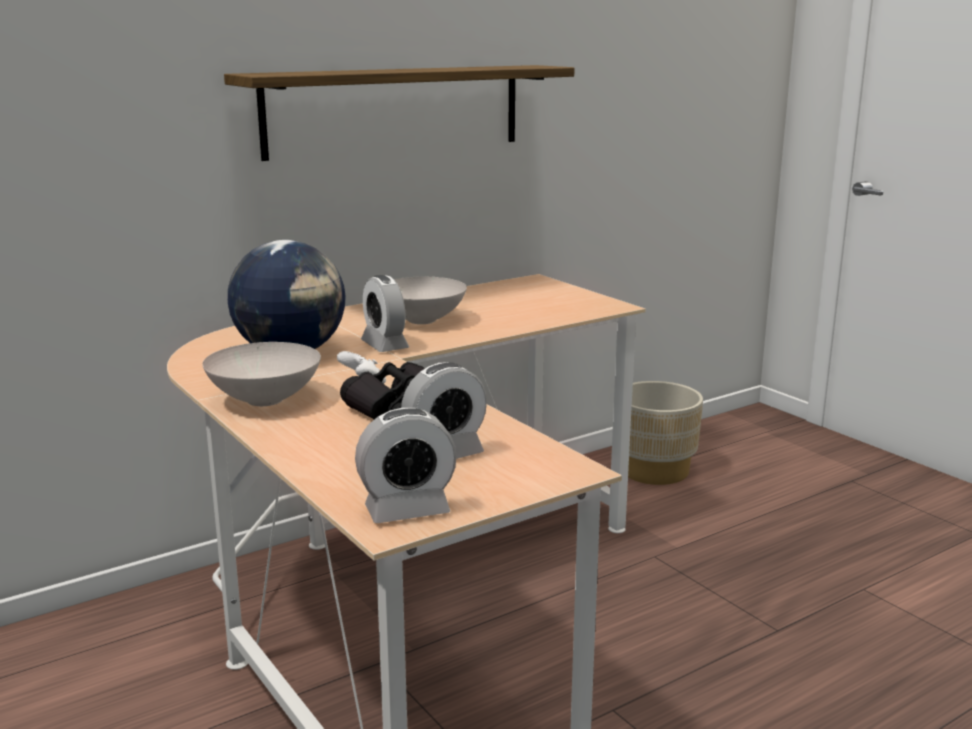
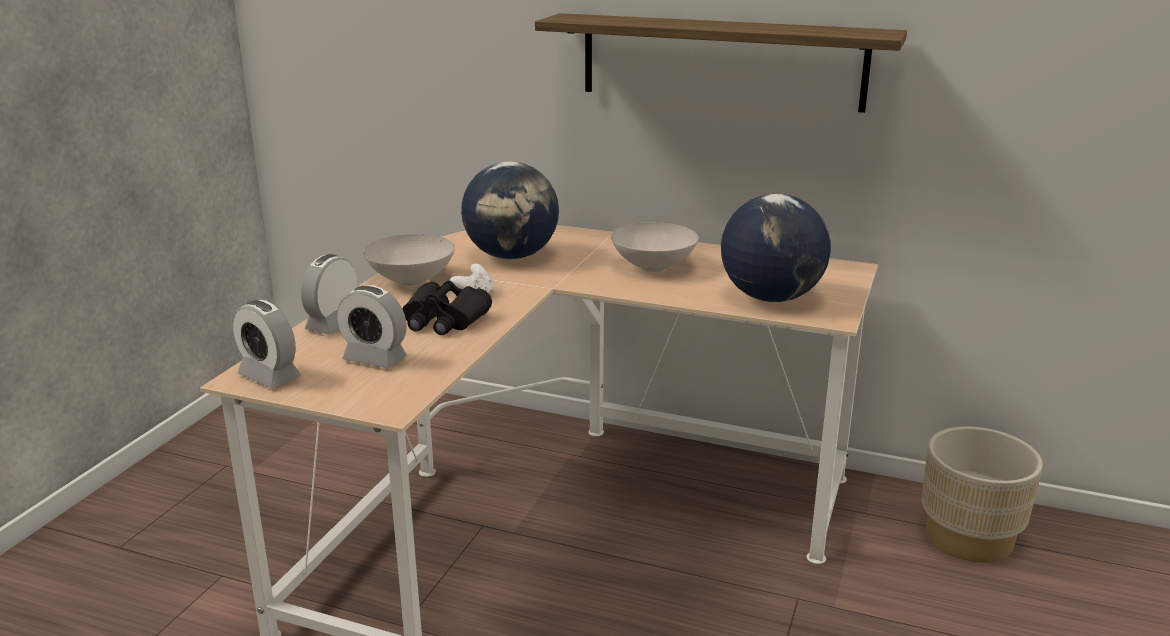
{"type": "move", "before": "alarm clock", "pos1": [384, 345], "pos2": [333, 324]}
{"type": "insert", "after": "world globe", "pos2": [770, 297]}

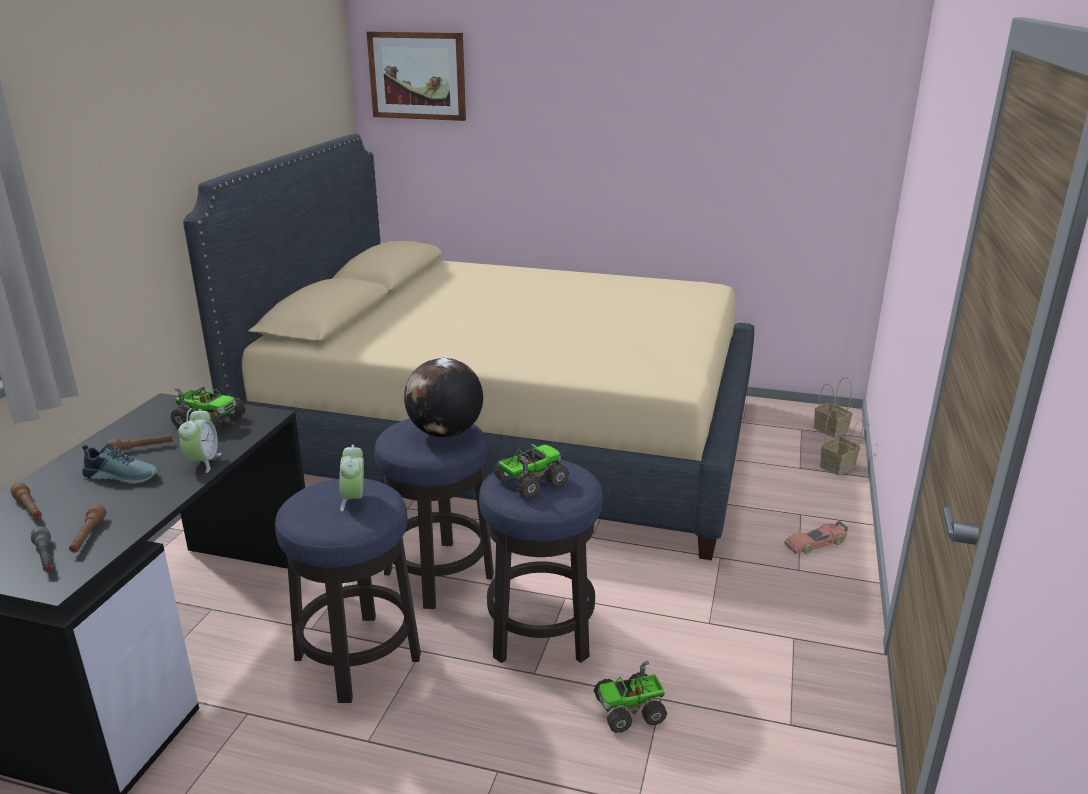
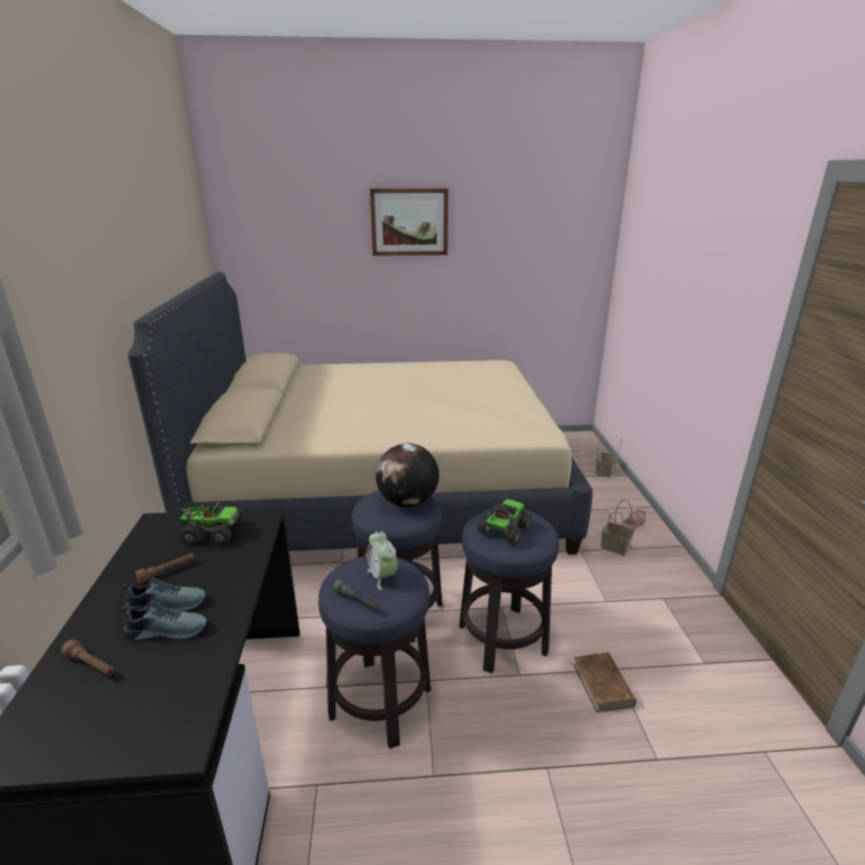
{"type": "move", "before": "wall picture", "pos1": [417, 75], "pos2": [409, 222]}
{"type": "move", "before": "basket", "pos1": [829, 429], "pos2": [614, 546]}
{"type": "delete", "before": "alarm clock", "pos1": [203, 462]}
{"type": "delete", "before": "brown-coloured torch", "pos1": [88, 536]}
{"type": "move", "before": "greyish torch", "pos1": [46, 557], "pos2": [356, 601]}
{"type": "replace", "before": "toy lorry", "after": "brown-coloured book", "pos1": [630, 710], "pos2": [603, 684]}
{"type": "insert", "after": "low shoe", "pos2": [167, 629]}

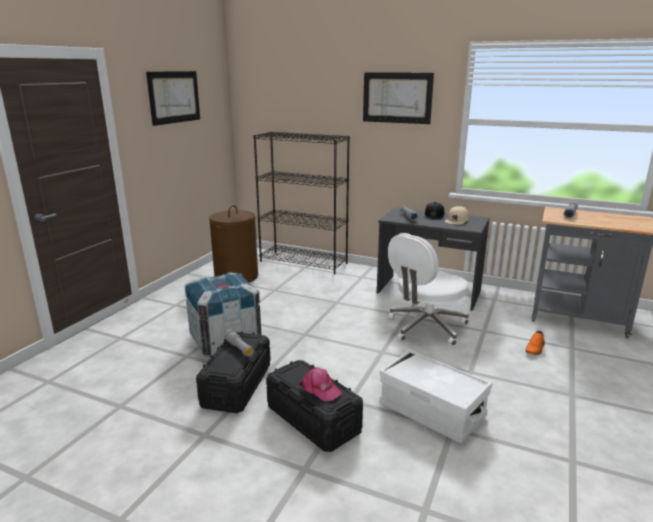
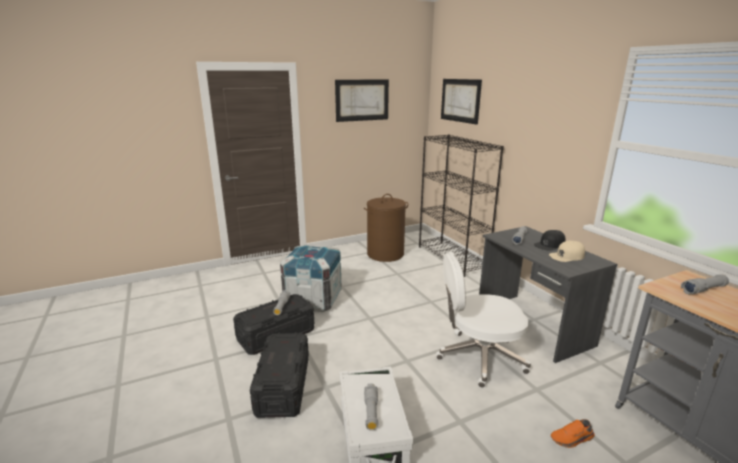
{"type": "move", "before": "wall picture", "pos1": [397, 98], "pos2": [460, 100]}
{"type": "delete", "before": "pinkish baseball cap", "pos1": [320, 389]}
{"type": "insert", "after": "greyish torch", "pos2": [371, 411]}

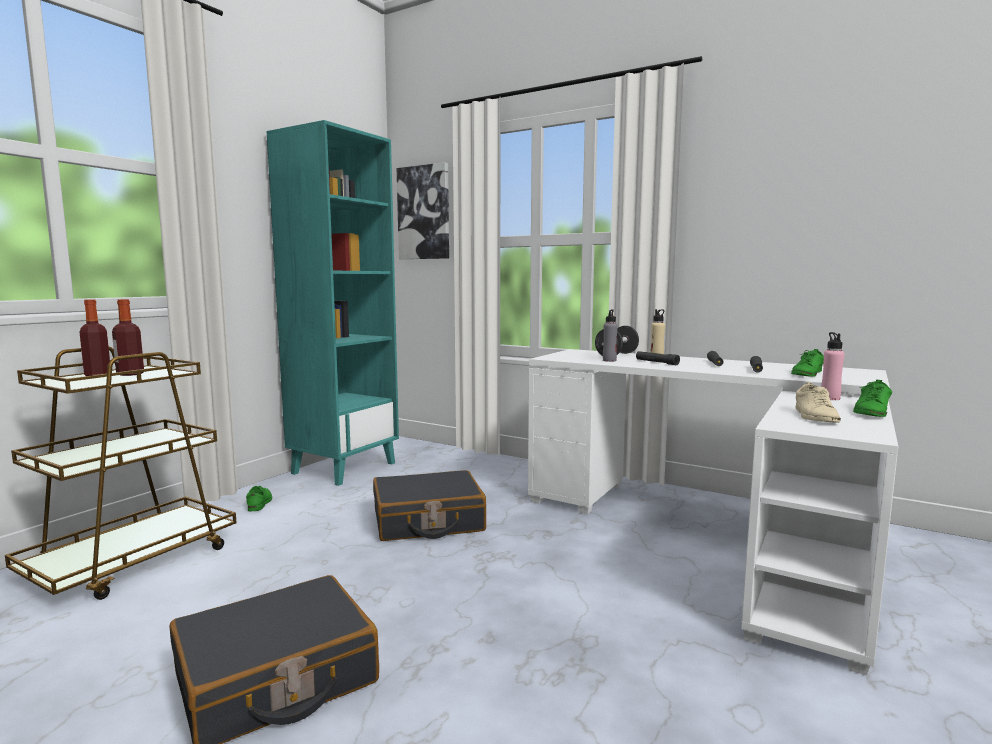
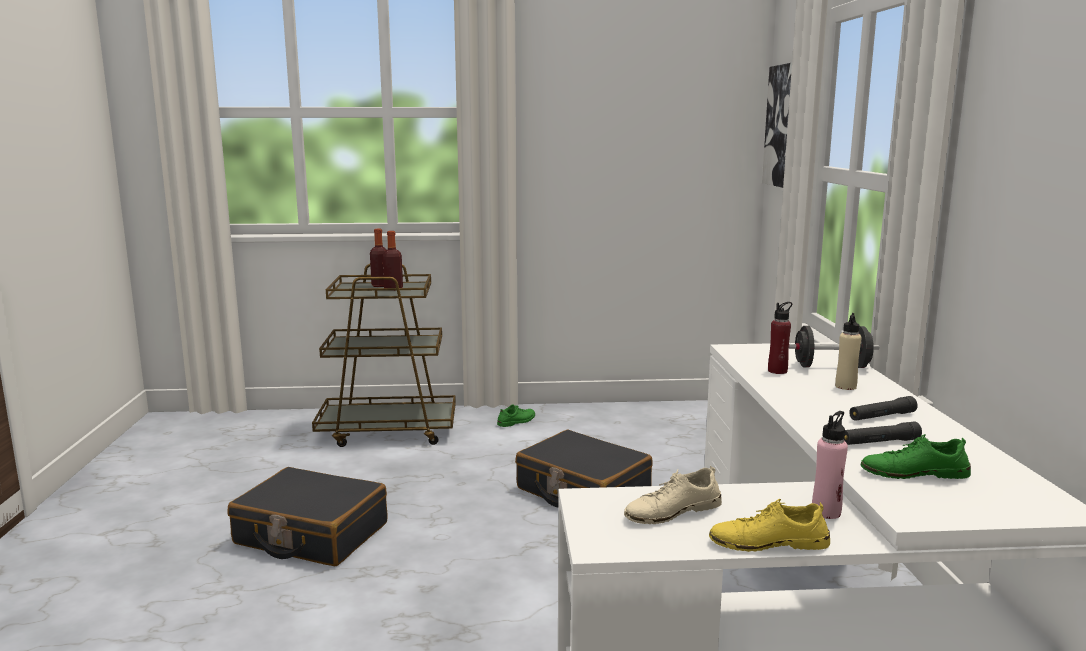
{"type": "delete", "before": "turquoise bookshelf", "pos1": [344, 468]}
{"type": "recolor", "before": "greyish drink bottle", "after": "reddish drink bottle", "pos1": [609, 360], "pos2": [777, 371]}
{"type": "delete", "before": "blackish torch", "pos1": [656, 362]}
{"type": "recolor", "before": "greenish low shoe", "after": "yellow-coloured low shoe", "pos1": [872, 412], "pos2": [768, 542]}

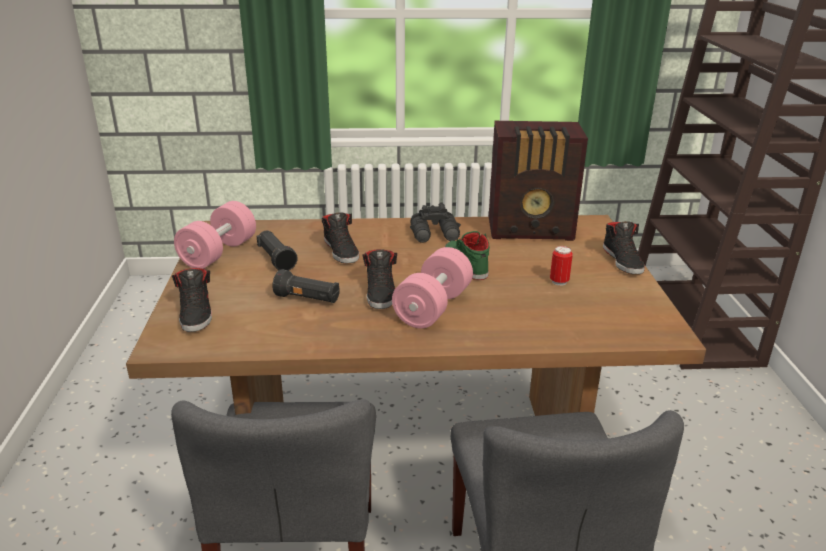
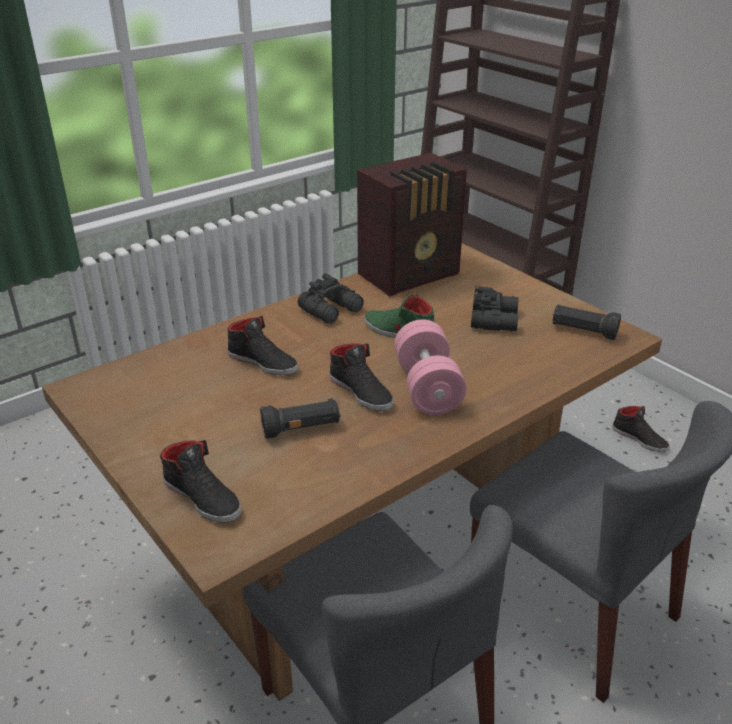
{"type": "delete", "before": "pinkish hand weight", "pos1": [219, 253]}
{"type": "move", "before": "blackish low shoe", "pos1": [623, 260], "pos2": [640, 438]}
{"type": "move", "before": "blackish torch", "pos1": [276, 259], "pos2": [583, 331]}
{"type": "replace", "before": "metal can", "after": "blackish pair of binoculars", "pos1": [559, 281], "pos2": [495, 319]}

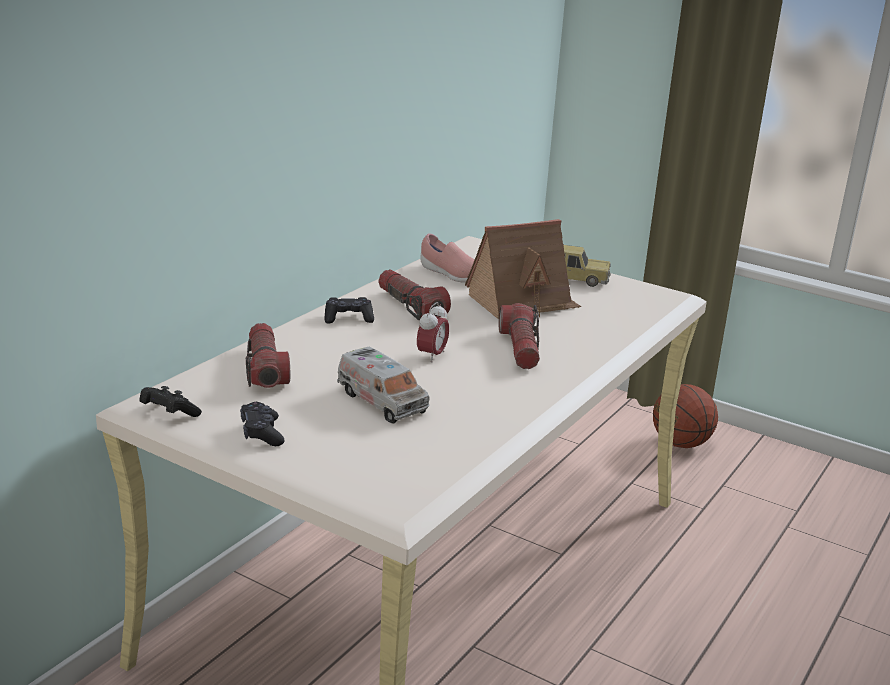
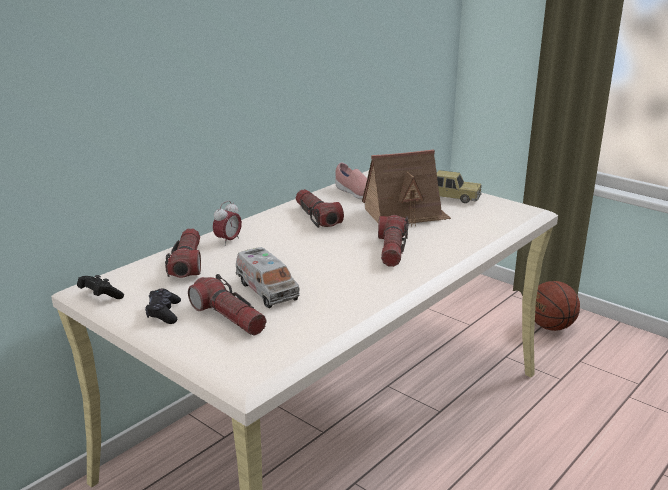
{"type": "delete", "before": "blackish gamepad", "pos1": [348, 318]}
{"type": "move", "before": "alarm clock", "pos1": [431, 356], "pos2": [228, 241]}
{"type": "insert", "after": "torch", "pos2": [228, 317]}

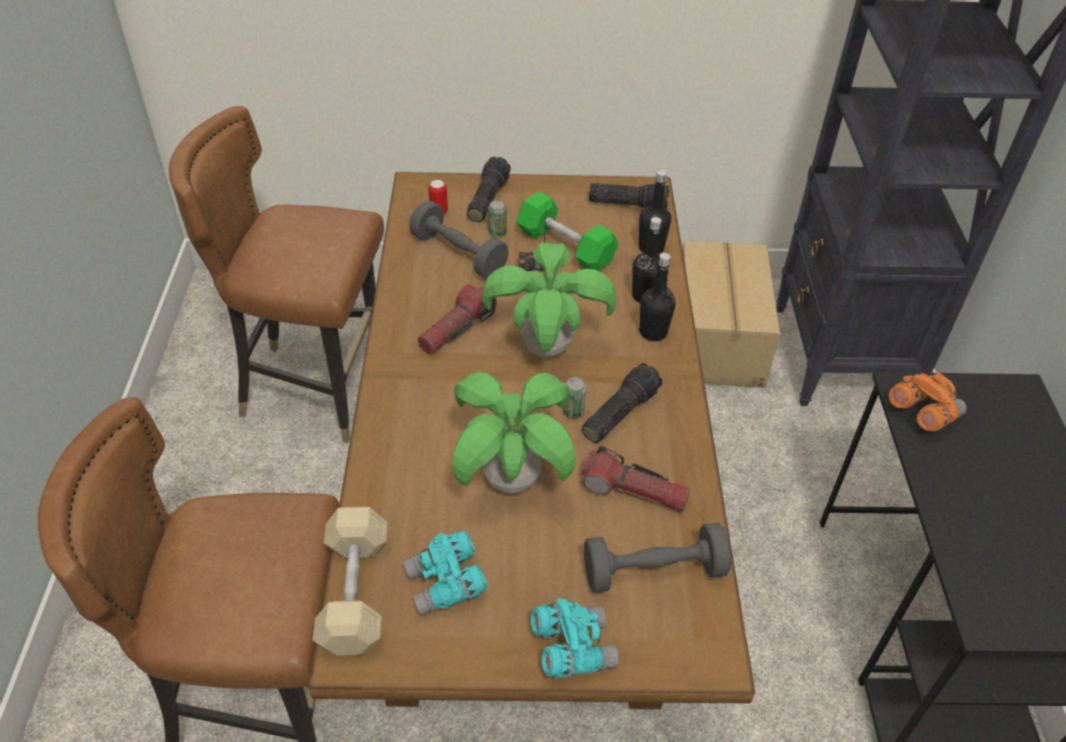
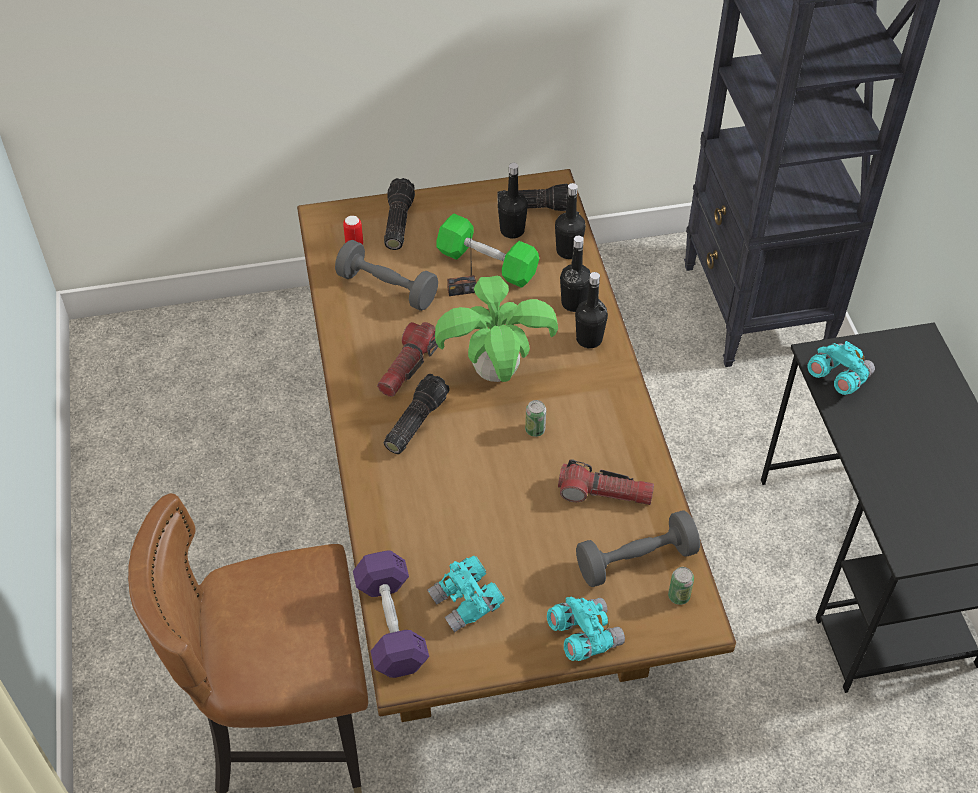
{"type": "delete", "before": "brown-coloured plain chair", "pos1": [315, 388]}
{"type": "move", "before": "metal can", "pos1": [497, 233], "pos2": [678, 596]}
{"type": "delete", "before": "carton", "pos1": [719, 338]}
{"type": "move", "before": "torch", "pos1": [619, 412], "pos2": [415, 421]}
{"type": "delete", "before": "potted plant", "pos1": [511, 481]}
{"type": "recolor", "before": "orangey pair of binoculars", "after": "turquoise pair of binoculars", "pos1": [921, 413], "pos2": [837, 377]}
{"type": "recolor", "before": "sand-coloured hand weight", "after": "purple-coloured hand weight", "pos1": [354, 593], "pos2": [391, 624]}
{"type": "insert", "after": "blackish drink bottle", "pos2": [512, 230]}

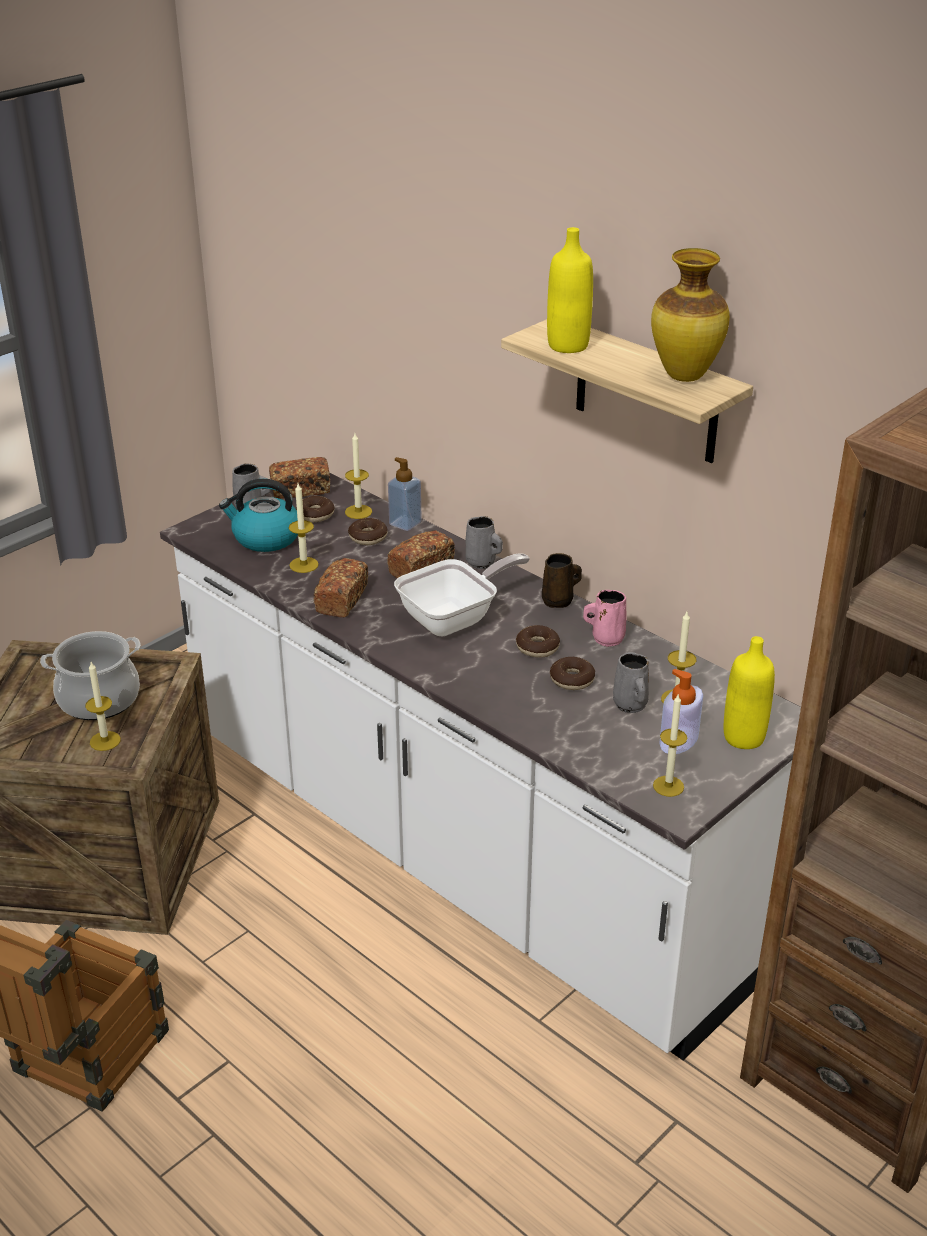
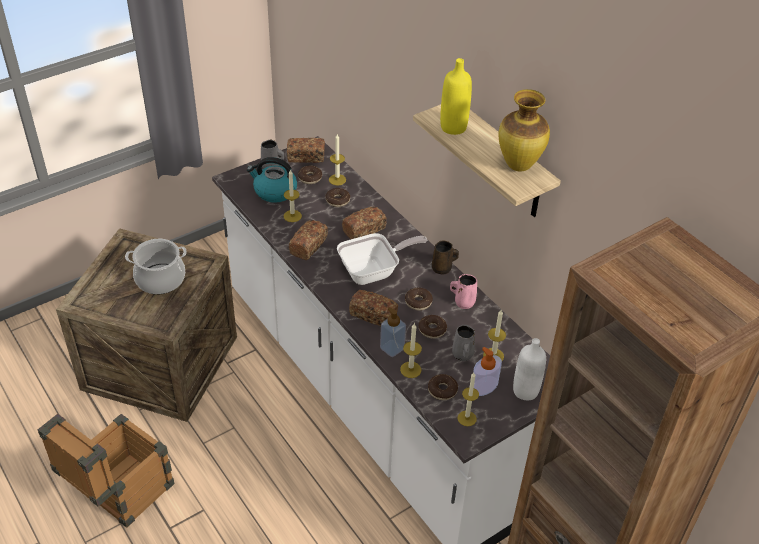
{"type": "move", "before": "liquid soap bottle", "pos1": [405, 523], "pos2": [392, 348]}
{"type": "delete", "before": "greyish coffee mug", "pos1": [482, 563]}
{"type": "recolor", "before": "yellow-coloured drink bottle", "after": "white drink bottle", "pos1": [743, 737], "pos2": [525, 391]}
{"type": "move", "before": "wax candle", "pos1": [105, 741], "pos2": [410, 369]}
{"type": "insert", "after": "bakery bread", "pos2": [373, 315]}
{"type": "insert", "after": "doughnut", "pos2": [442, 390]}

